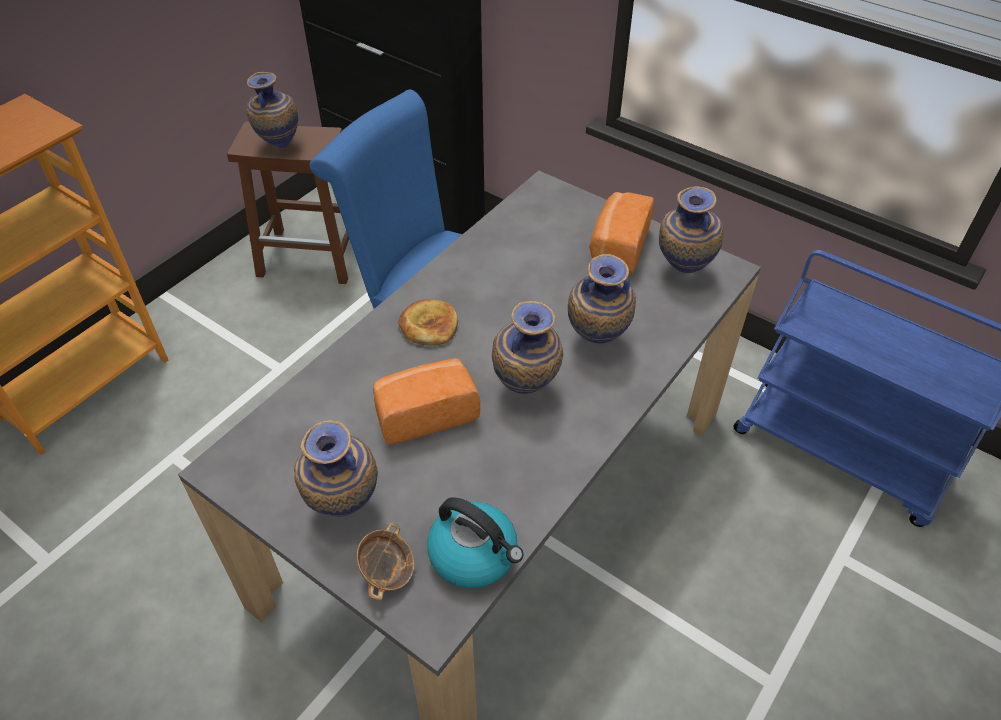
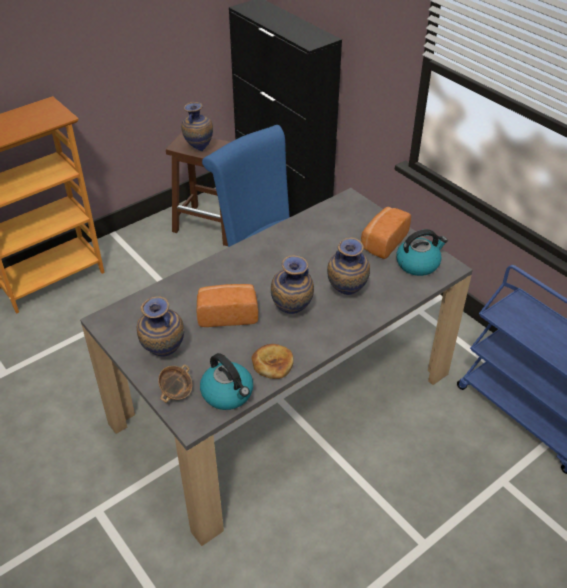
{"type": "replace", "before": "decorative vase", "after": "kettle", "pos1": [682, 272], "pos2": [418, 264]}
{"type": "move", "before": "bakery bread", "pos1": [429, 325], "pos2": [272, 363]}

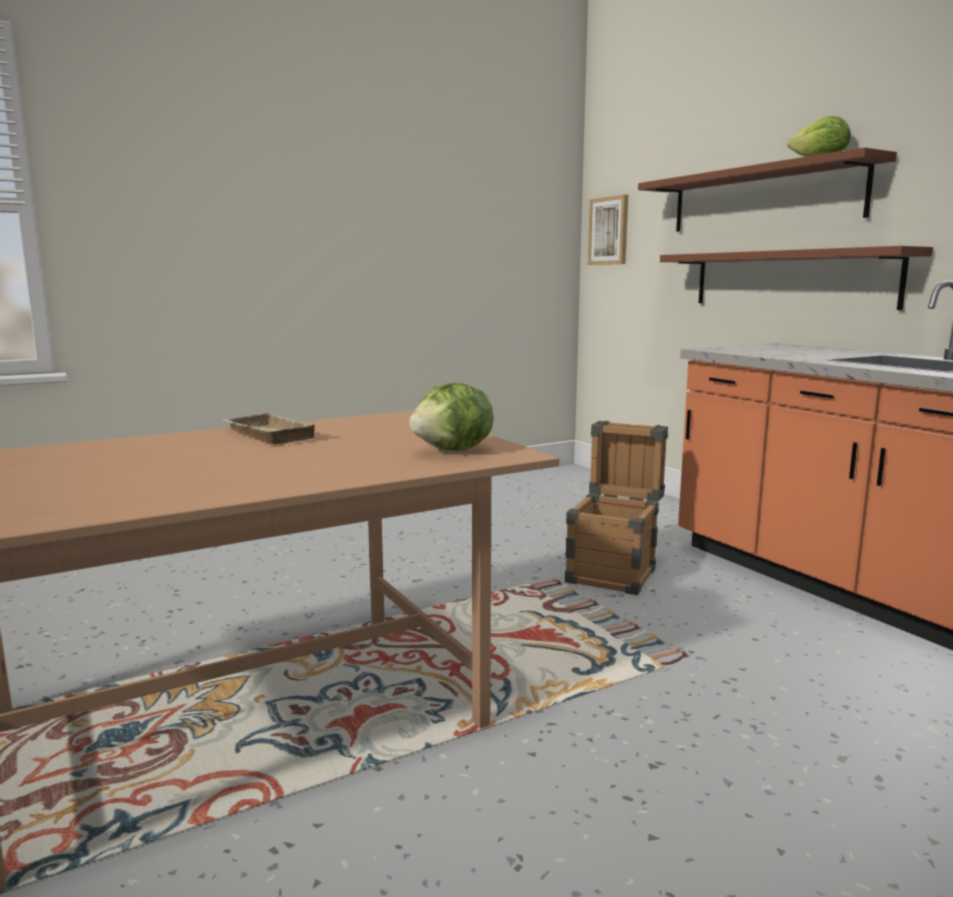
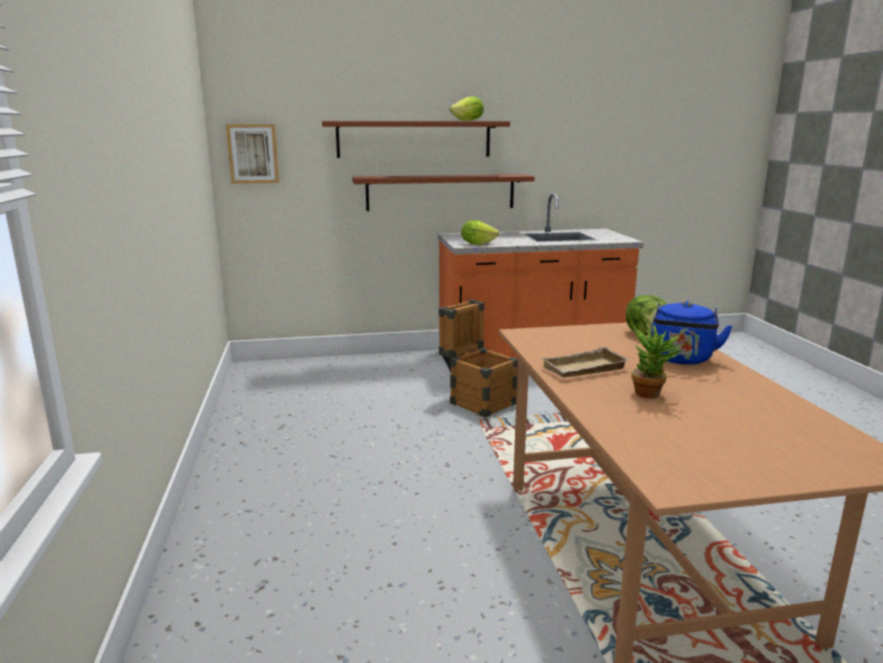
{"type": "insert", "after": "lettuce head", "pos2": [477, 244]}
{"type": "insert", "after": "blue-coloured kettle", "pos2": [681, 359]}
{"type": "insert", "after": "potted plant", "pos2": [652, 394]}

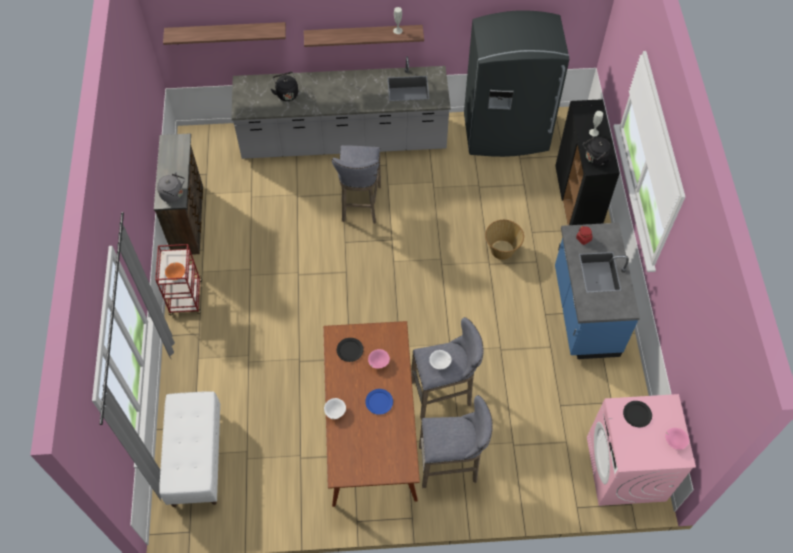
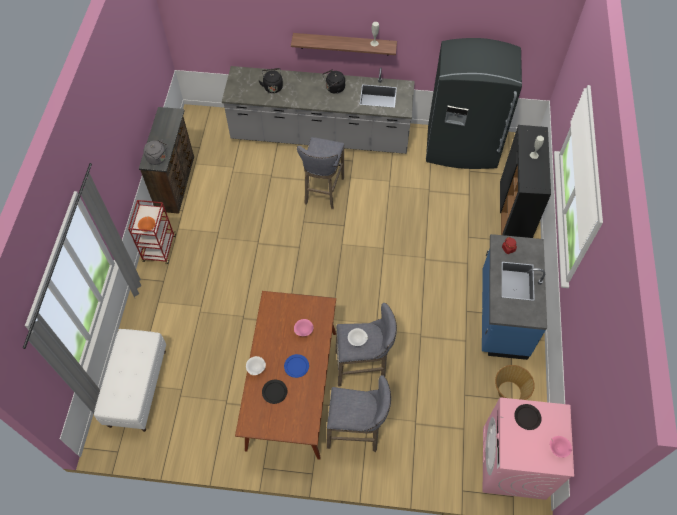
{"type": "delete", "before": "shelf", "pos1": [226, 33]}
{"type": "move", "before": "blackish kettle", "pos1": [595, 159], "pos2": [334, 88]}
{"type": "move", "before": "basket", "pos1": [502, 250], "pos2": [509, 392]}
{"type": "move", "before": "blackish plate", "pos1": [350, 350], "pos2": [274, 392]}

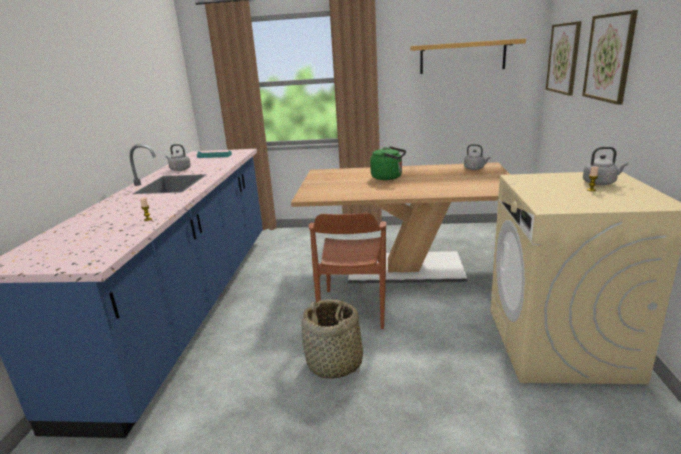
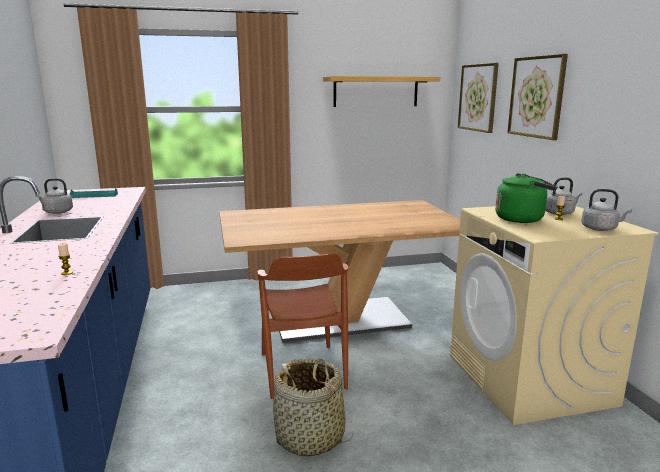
{"type": "move", "before": "greyish kettle", "pos1": [475, 168], "pos2": [601, 229]}
{"type": "move", "before": "greenish kettle", "pos1": [389, 177], "pos2": [522, 219]}

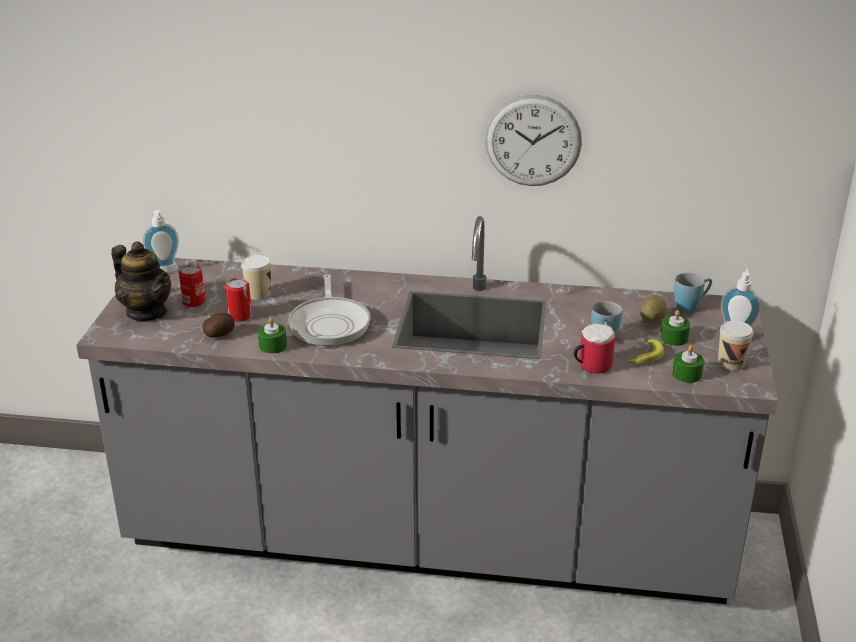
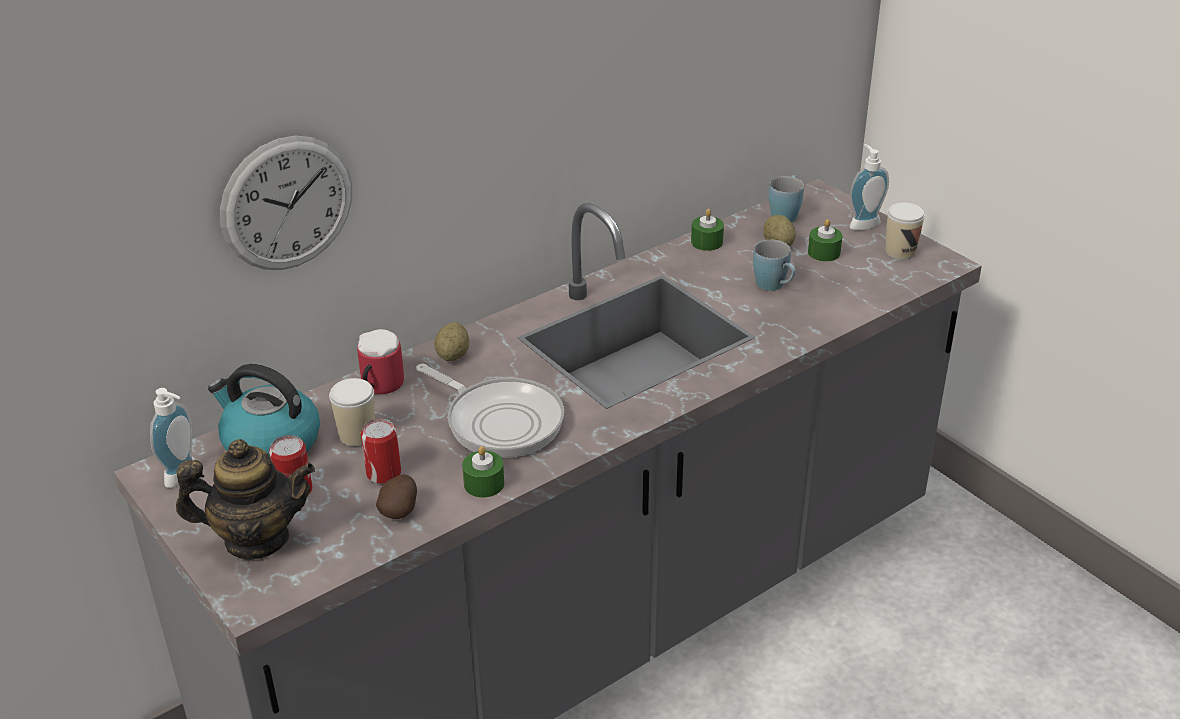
{"type": "move", "before": "wall clock", "pos1": [533, 141], "pos2": [287, 203]}
{"type": "move", "before": "coffee mug", "pos1": [590, 366], "pos2": [378, 386]}
{"type": "delete", "before": "banana fruit", "pos1": [643, 358]}
{"type": "move", "before": "greenish wax candle", "pos1": [686, 374], "pos2": [707, 242]}
{"type": "insert", "after": "spud", "pos2": [453, 355]}
{"type": "insert", "after": "kettle", "pos2": [270, 443]}

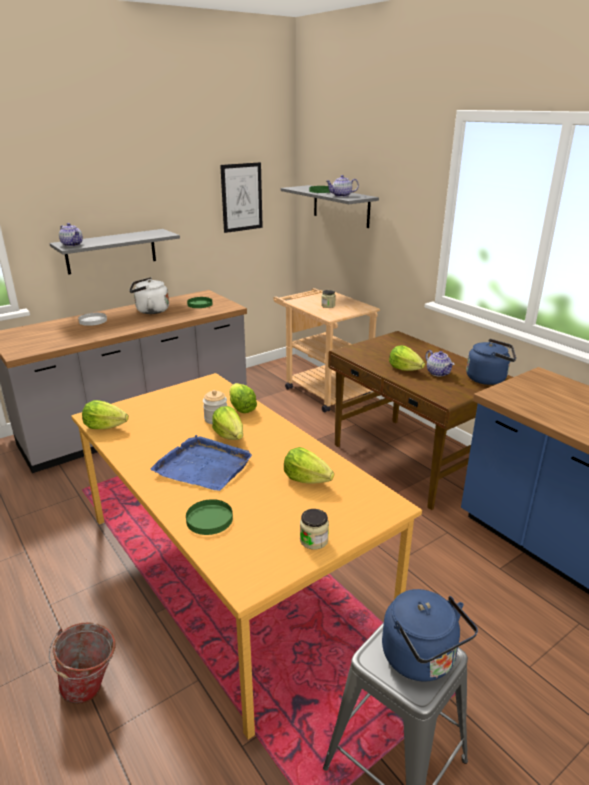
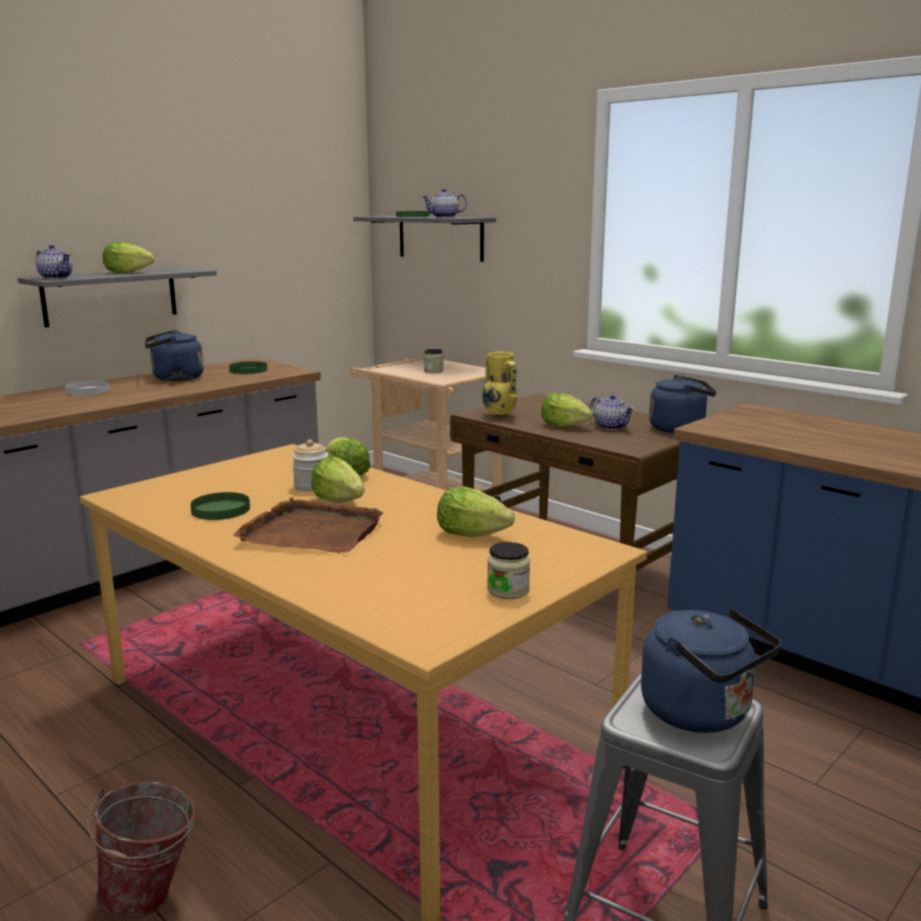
{"type": "delete", "before": "wall picture", "pos1": [241, 197]}
{"type": "recolor", "before": "white kettle", "after": "blue-coloured kettle", "pos1": [150, 311], "pos2": [175, 378]}
{"type": "move", "before": "lettuce head", "pos1": [105, 427], "pos2": [127, 273]}
{"type": "recolor", "before": "blue-coloured carrying tray", "after": "brown-coloured carrying tray", "pos1": [203, 466], "pos2": [312, 532]}
{"type": "move", "before": "greenish plate", "pos1": [209, 519], "pos2": [220, 509]}
{"type": "insert", "after": "yellow-coloured decorative vase", "pos2": [499, 416]}

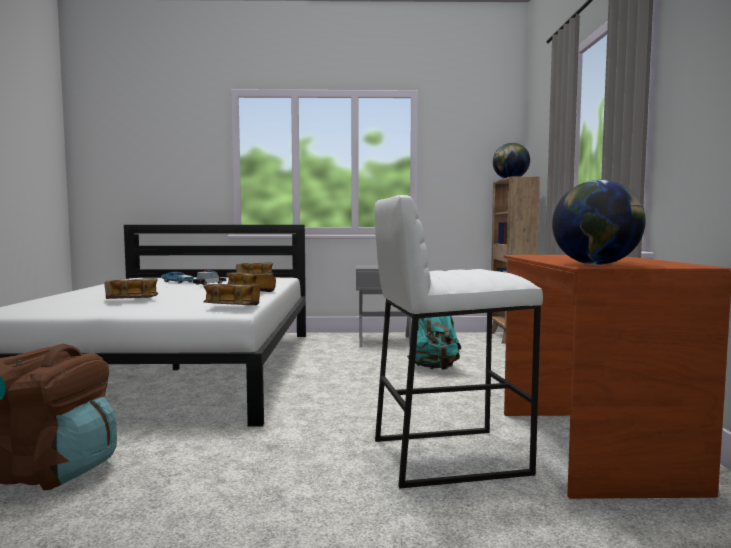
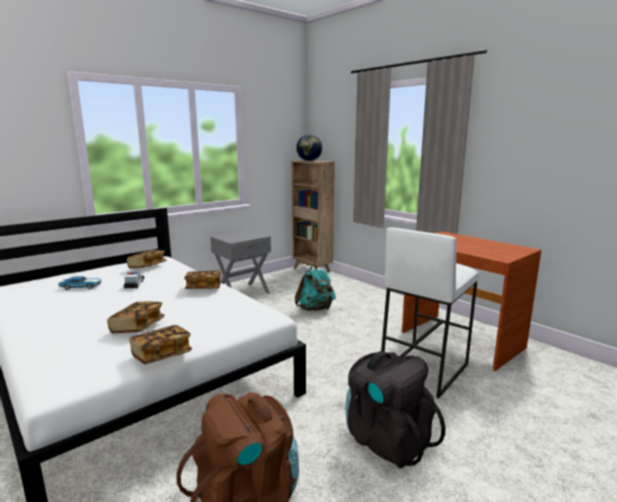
{"type": "delete", "before": "world globe", "pos1": [596, 264]}
{"type": "move", "before": "book", "pos1": [232, 307], "pos2": [161, 355]}
{"type": "insert", "after": "blackish backpack", "pos2": [386, 439]}

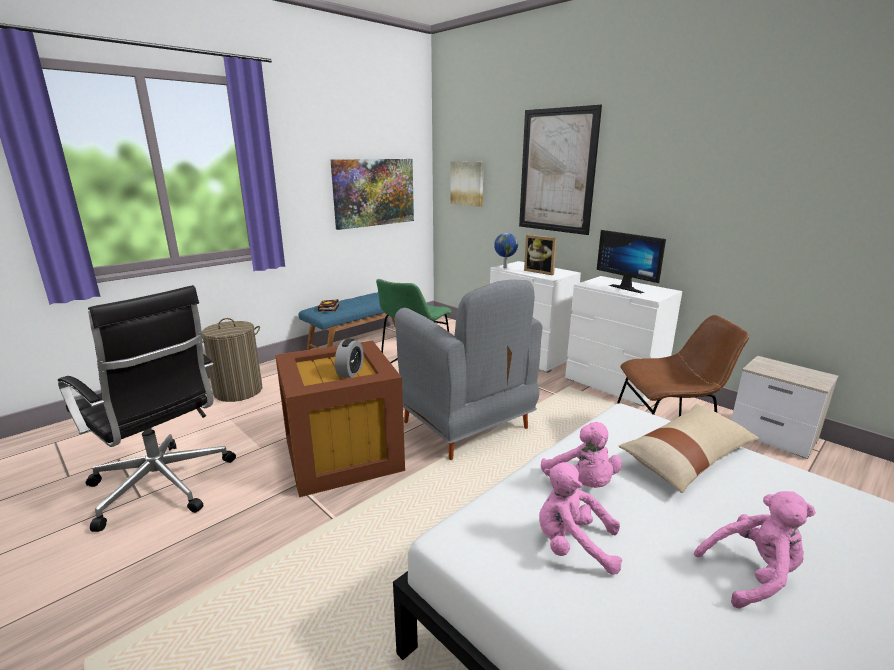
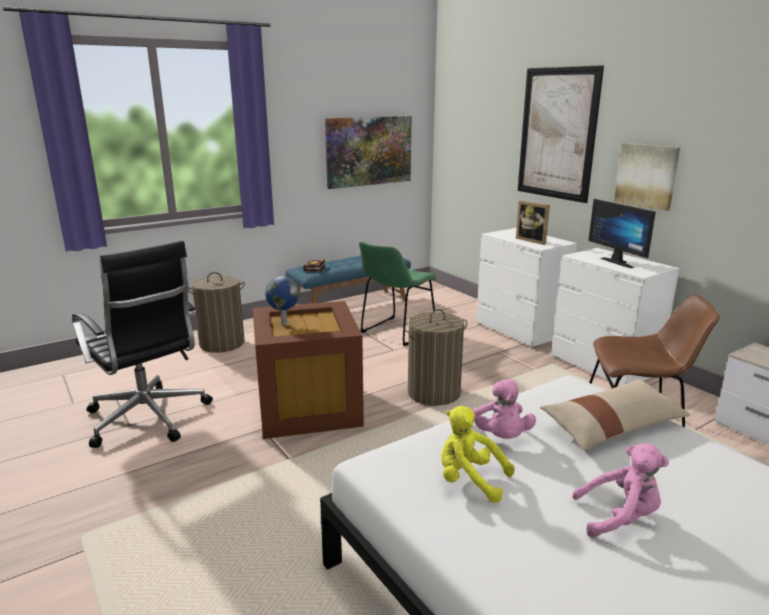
{"type": "move", "before": "wall picture", "pos1": [467, 183], "pos2": [646, 175]}
{"type": "move", "before": "world globe", "pos1": [504, 267], "pos2": [283, 323]}
{"type": "replace", "before": "greyish easy chair", "after": "laundry basket", "pos1": [467, 426], "pos2": [433, 393]}
{"type": "delete", "before": "alarm clock", "pos1": [350, 372]}
{"type": "recolor", "before": "pinkish cuddly toy", "after": "yellow-coloured cuddly toy", "pos1": [572, 545], "pos2": [469, 480]}

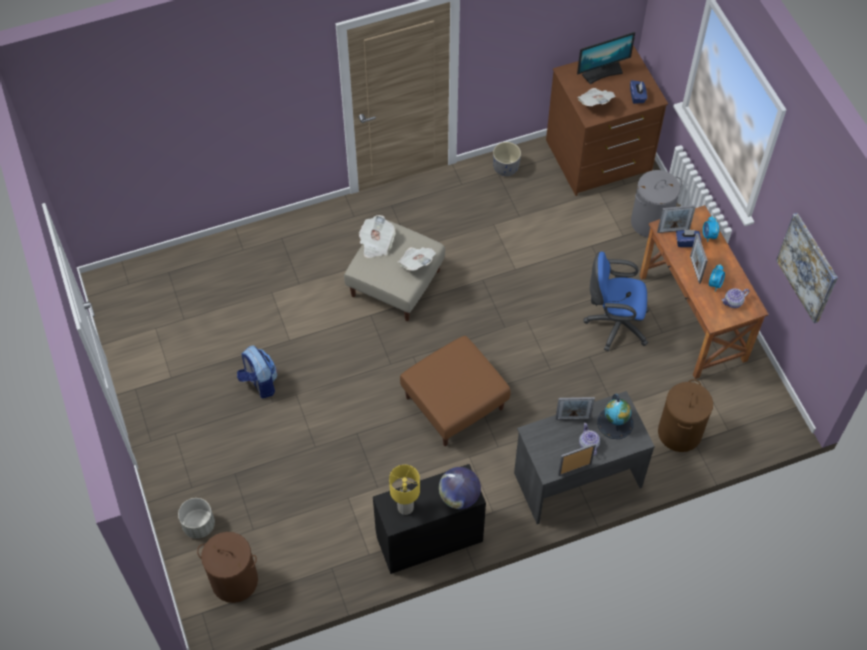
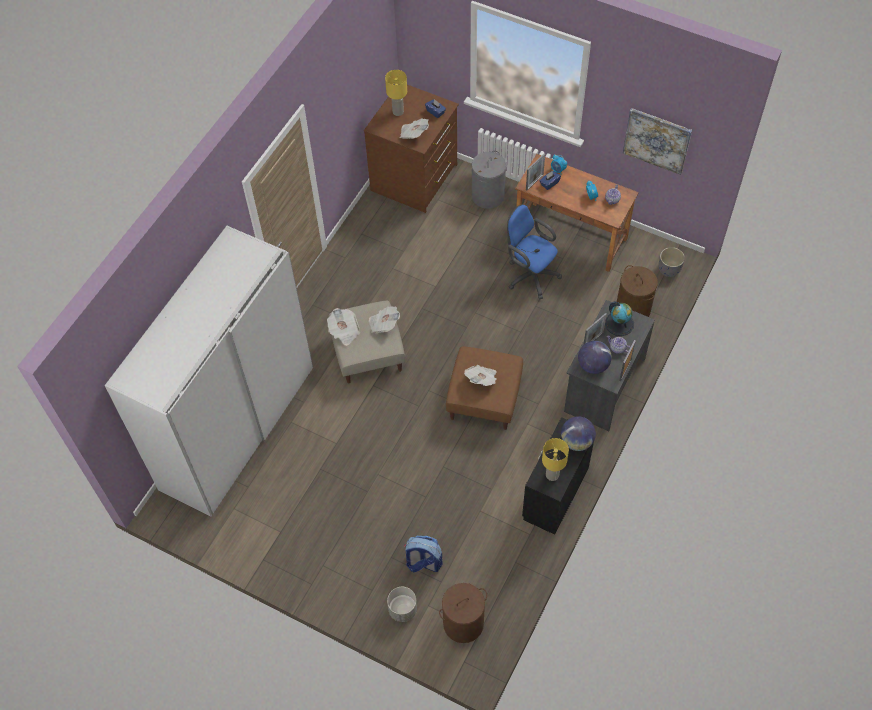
{"type": "replace", "before": "computer display", "after": "yellow-coloured lamp for a table", "pos1": [602, 72], "pos2": [398, 111]}
{"type": "move", "before": "greyish plant pot", "pos1": [506, 168], "pos2": [669, 269]}
{"type": "delete", "before": "picture frame", "pos1": [695, 269]}
{"type": "rotate", "before": "blue-coloured desk chair", "pos1": [614, 324], "pos2": [530, 275], "turn": 75}
{"type": "move", "before": "backpack", "pos1": [259, 383], "pos2": [423, 562]}
{"type": "insert", "after": "white clothes cupboard", "pos2": [237, 427]}
{"type": "insert", "after": "world globe", "pos2": [593, 365]}
{"type": "insert", "after": "newspaper", "pos2": [482, 379]}

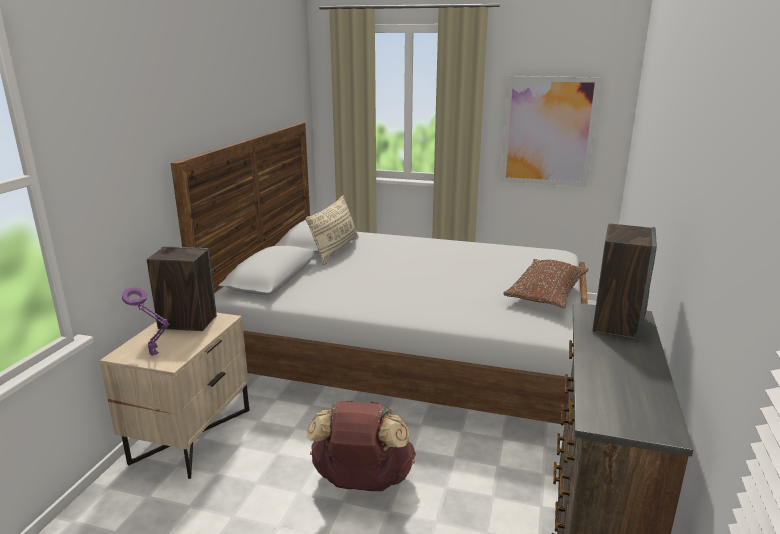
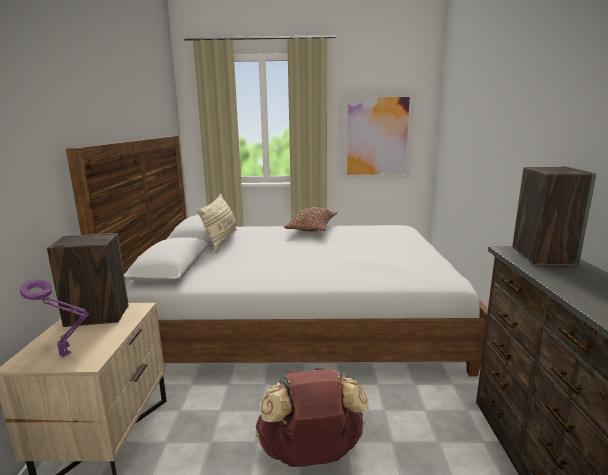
{"type": "move", "before": "brown-coloured throw pillow", "pos1": [546, 294], "pos2": [312, 228]}

